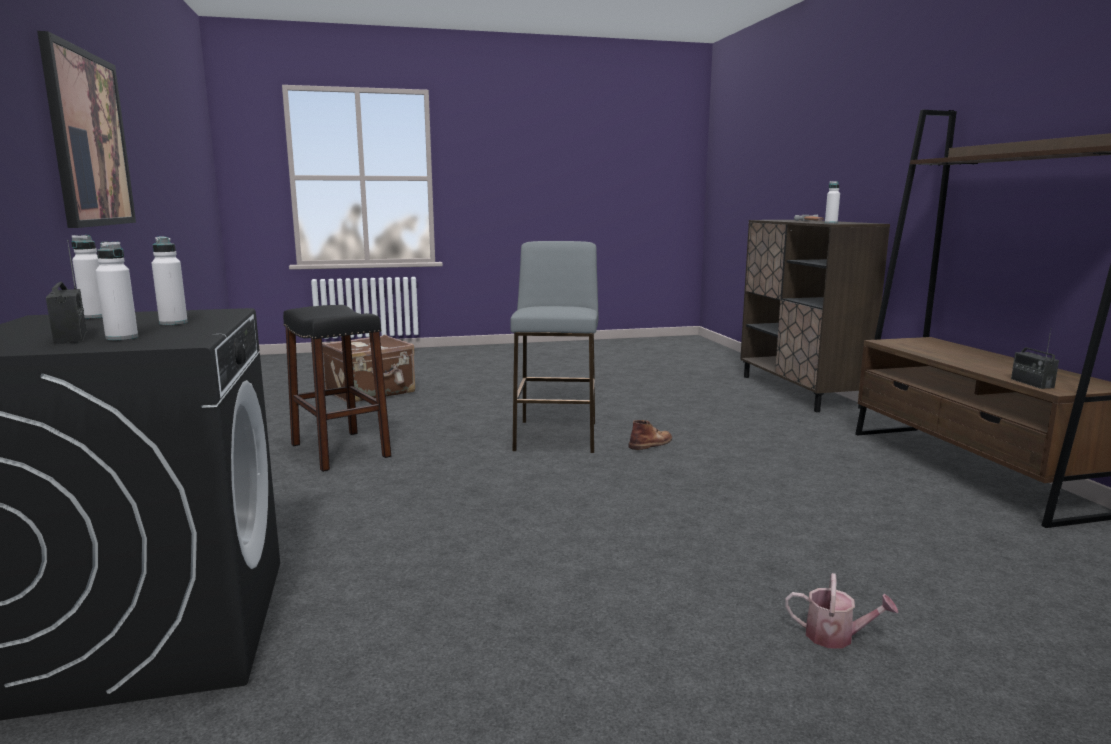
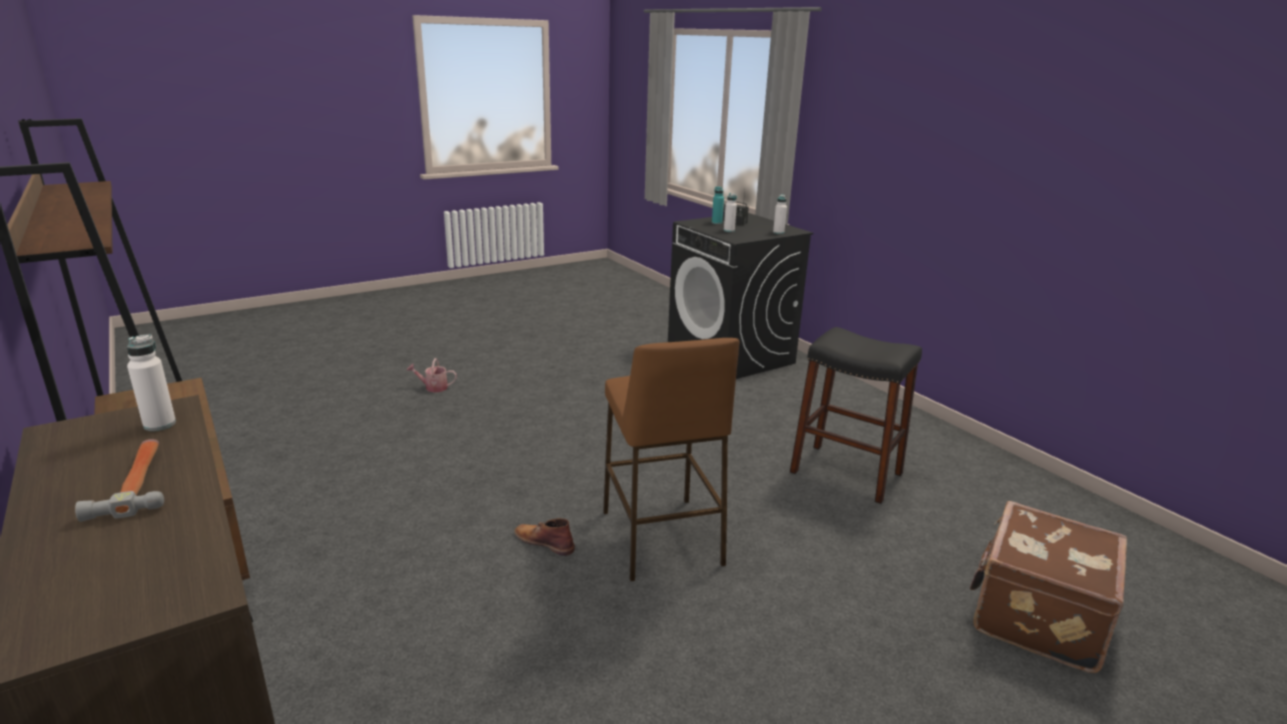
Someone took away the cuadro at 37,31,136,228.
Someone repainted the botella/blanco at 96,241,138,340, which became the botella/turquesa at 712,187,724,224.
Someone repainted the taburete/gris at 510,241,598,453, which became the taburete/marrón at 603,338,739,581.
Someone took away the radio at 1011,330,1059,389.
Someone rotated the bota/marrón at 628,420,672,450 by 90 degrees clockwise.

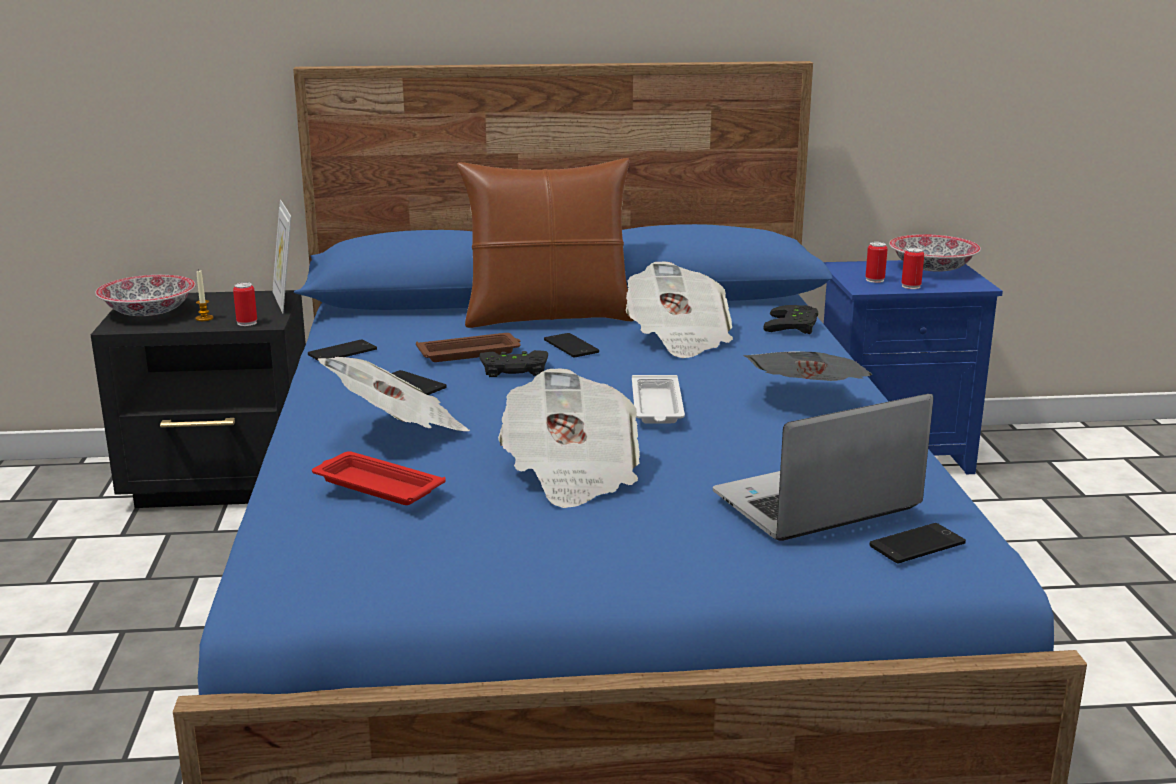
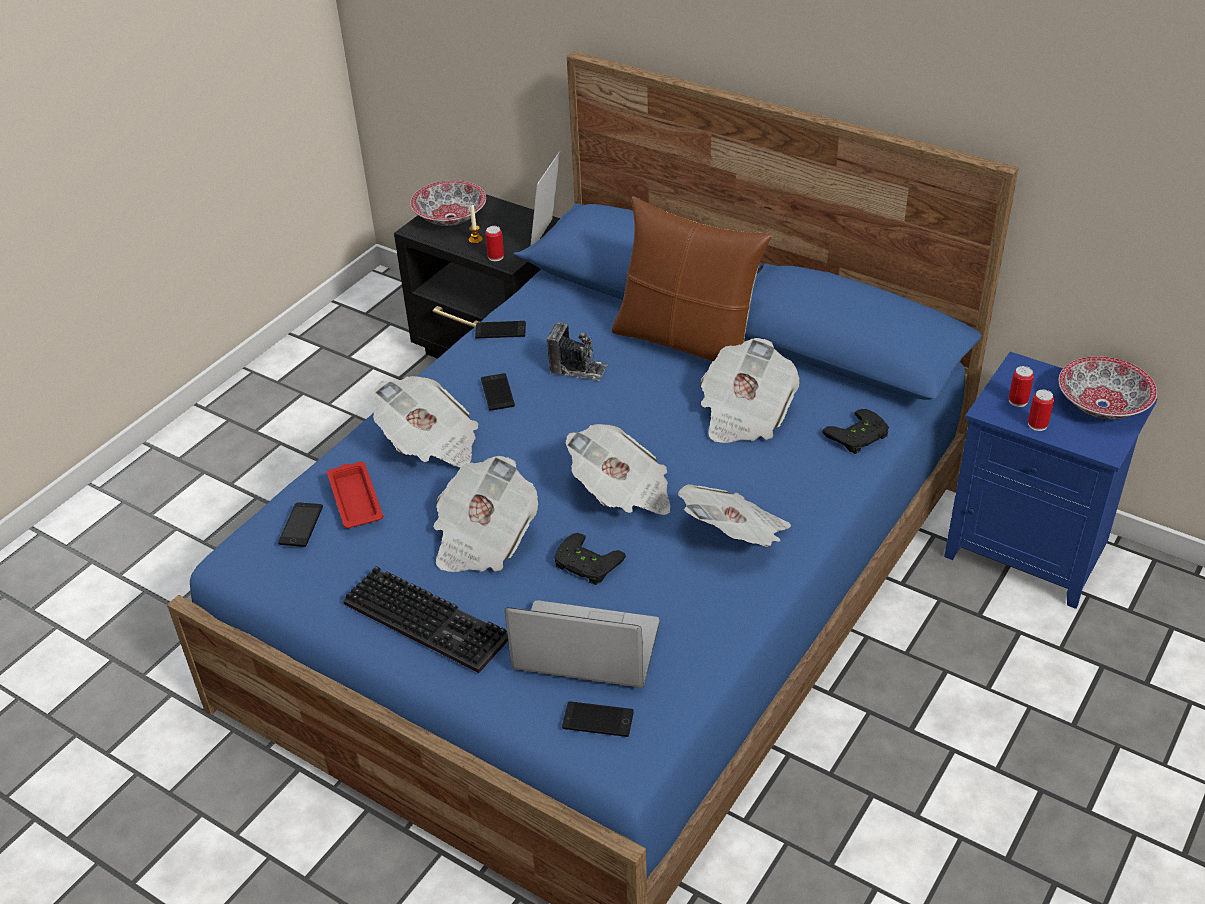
Someone swapped the bandeja/marrón at 416,333,521,362 for the cámara at 547,322,608,381.
Someone carried the móvil from 544,333,599,357 to 278,502,323,547.
Someone carried the mando de consola/negro from 479,350,548,377 to 554,533,626,585.
Someone swapped the bandeja/blanco at 632,375,685,423 for the periódico at 566,424,670,515.
Someone put down the teclado at 343,566,508,673.

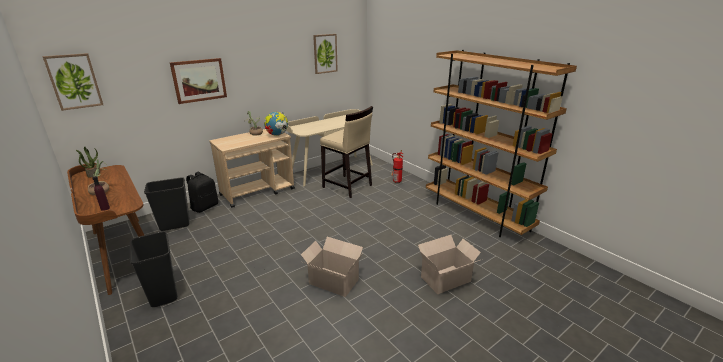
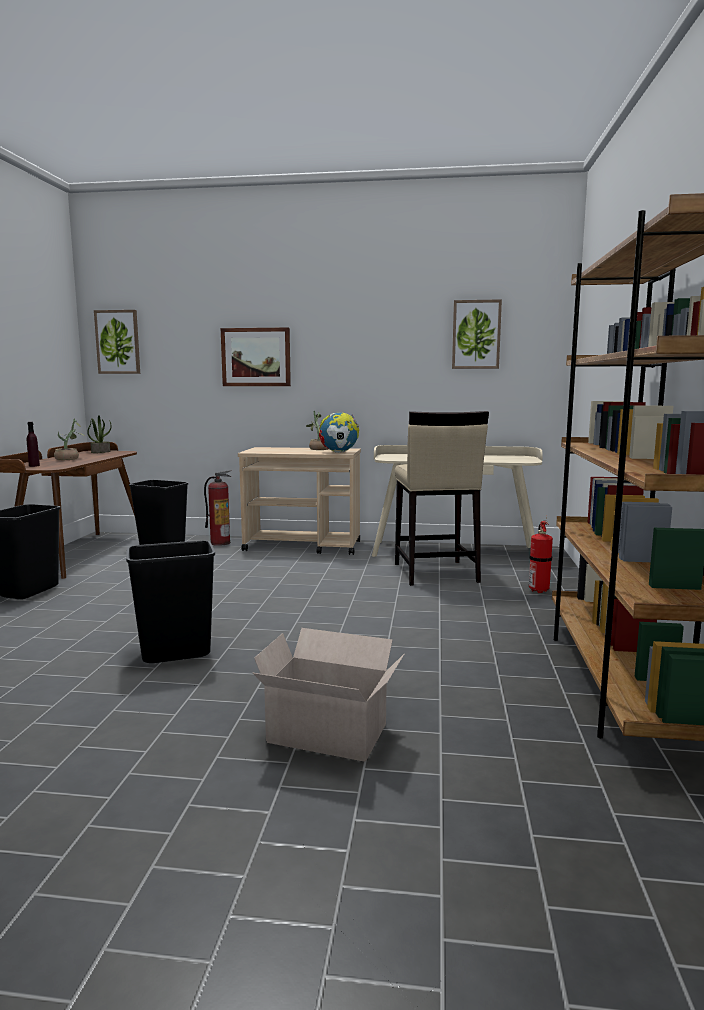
Someone swapped the mochila/negro at 186,172,218,213 for the extintor at 204,470,232,546.
Someone swapped the caja de cartón at 301,237,363,297 for the papelera/negro at 126,540,215,663.

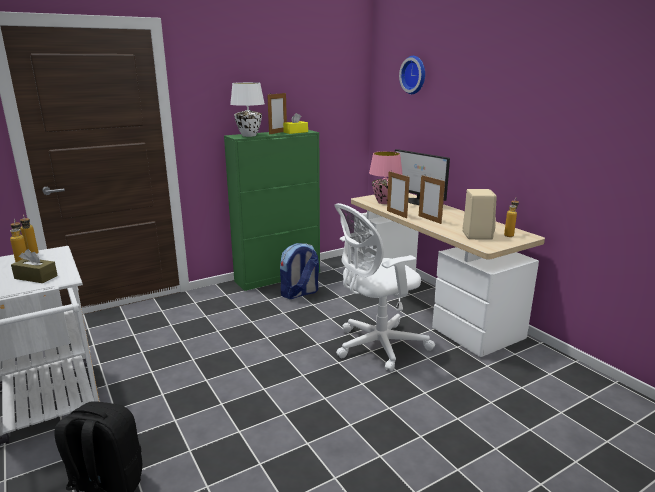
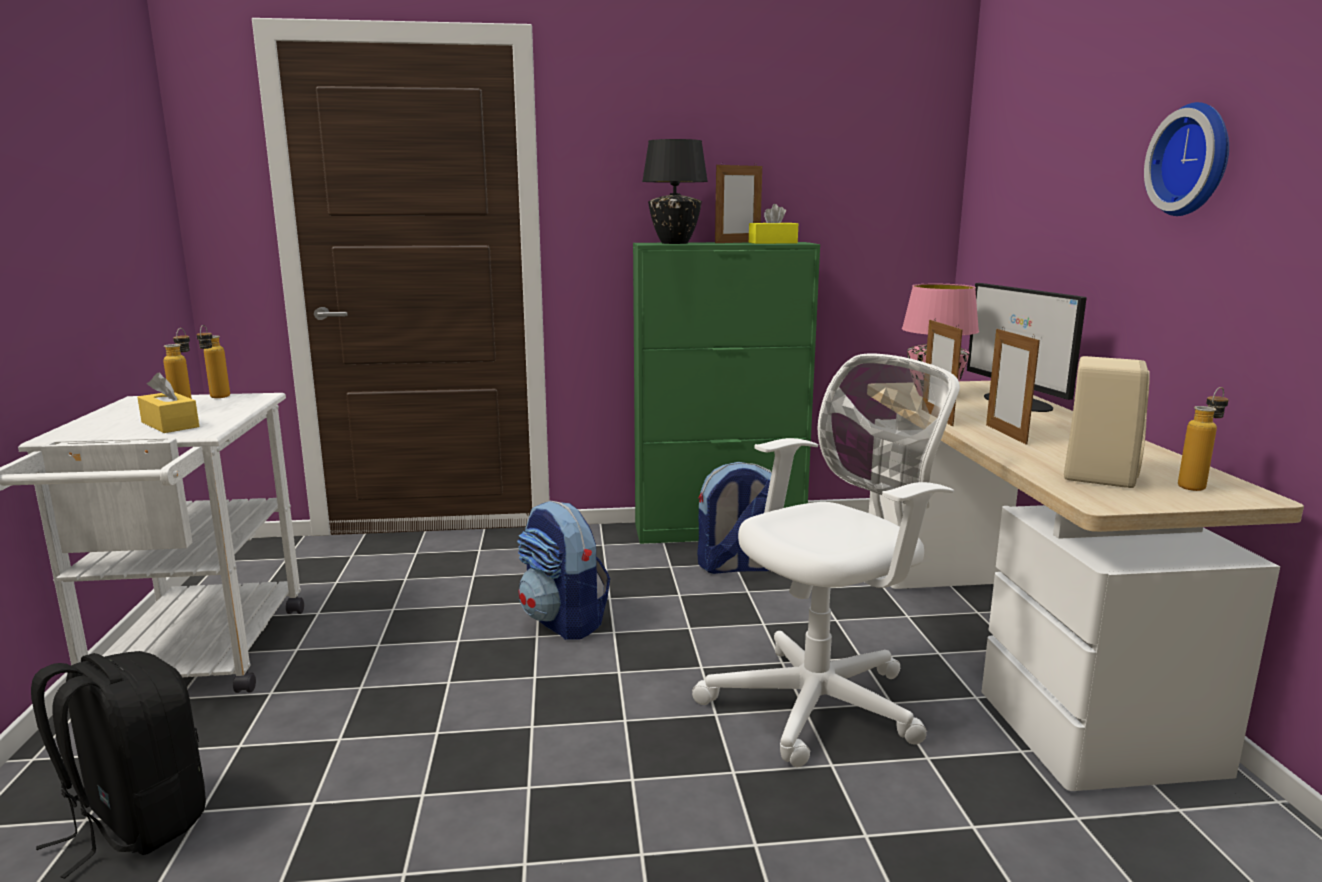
Someone carried the reloj de pared from 399,56,425,94 to 1144,102,1229,216.
Someone repainted the lámpara de mesa/blanco at 230,82,265,137, which became the lámpara de mesa/negro at 642,139,708,244.
Someone rotated the silla de oficina/blanco at 334,203,435,372 by 150 degrees clockwise.
Someone repainted the caja de pañuelos/marrón at 11,249,58,283, which became the caja de pañuelos/amarillo at 137,373,199,433.
Someone put down the mochila at 517,501,610,640.

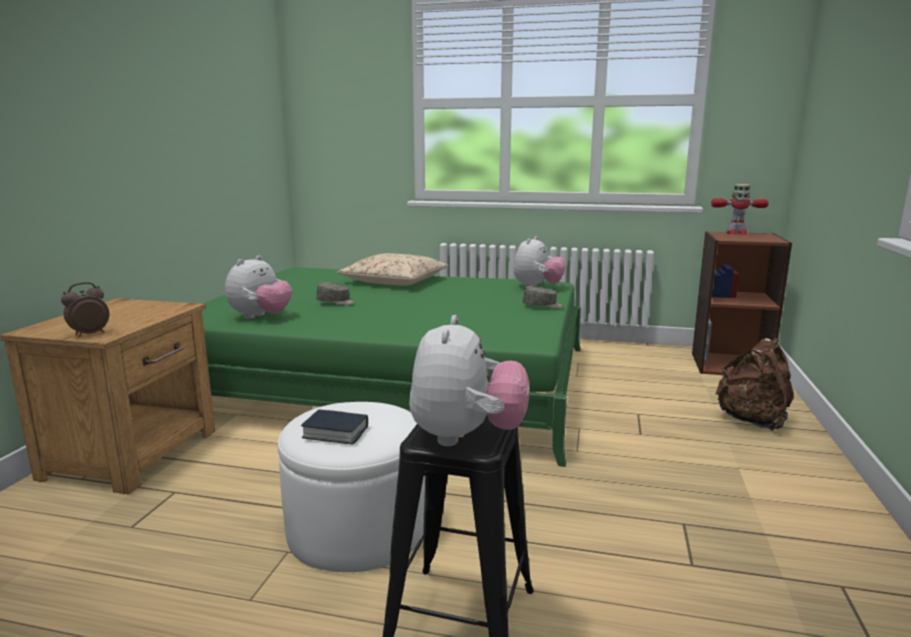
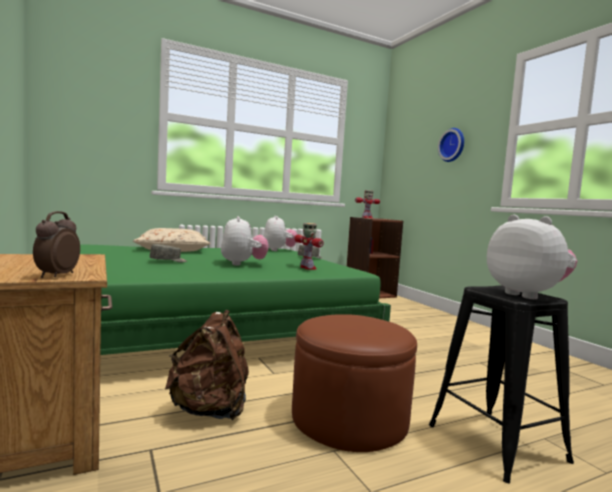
Someone carried the peluche from 225,255,293,319 to 221,216,268,266.
Someone carried the mochila/marrón from 716,338,794,431 to 165,310,249,420.
Someone repainted the puf/blanco at 278,402,425,572, which became the puf/marrón at 292,314,417,452.
Someone took away the libro at 301,409,368,445.
Someone put up the reloj de pared at 438,128,464,162.
Someone put down the robot de juguete at 294,223,324,270.

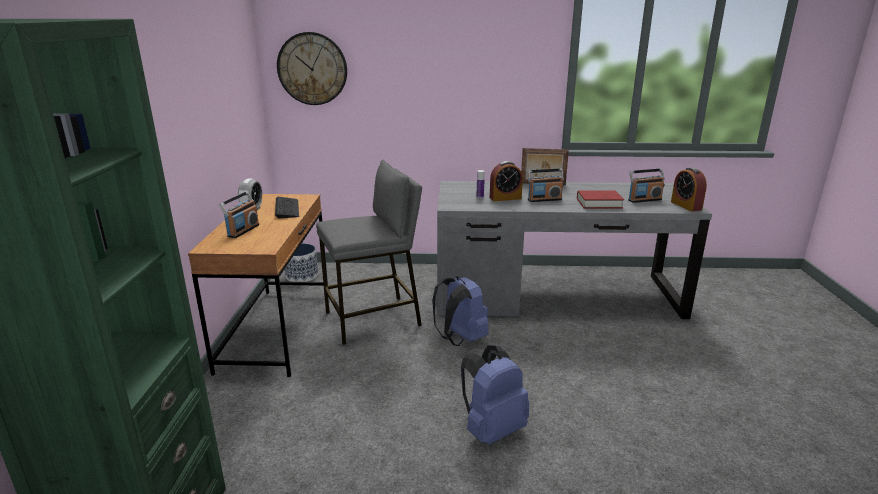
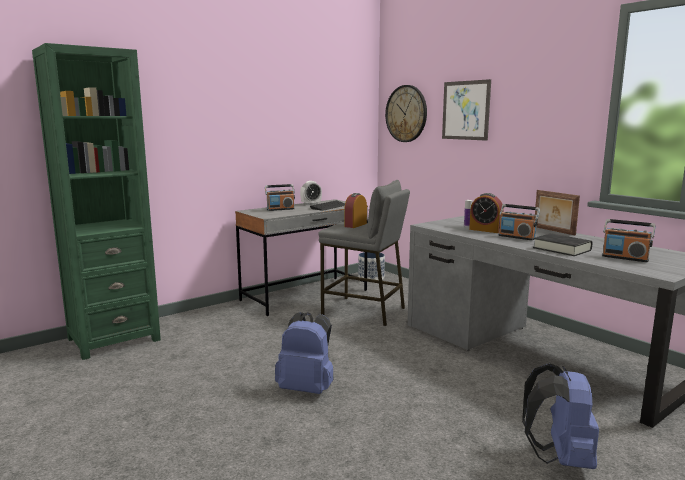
Someone carried the despertador from 671,167,707,211 to 344,193,367,228.
Someone repainted the libro/rojo at 577,191,624,209, which became the libro/negro at 533,234,593,256.
Someone repainted the escritorio/marrón at 188,194,328,377, which became the escritorio/gris at 235,199,368,316.
Someone carried the mochila/azul from 432,277,489,346 to 522,363,599,469.
Someone put up the cuadro at 442,79,491,141.

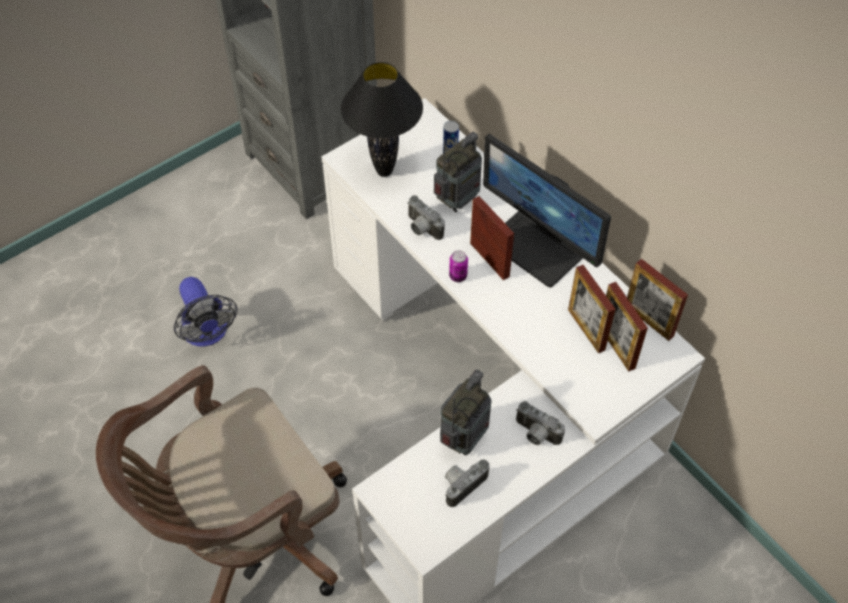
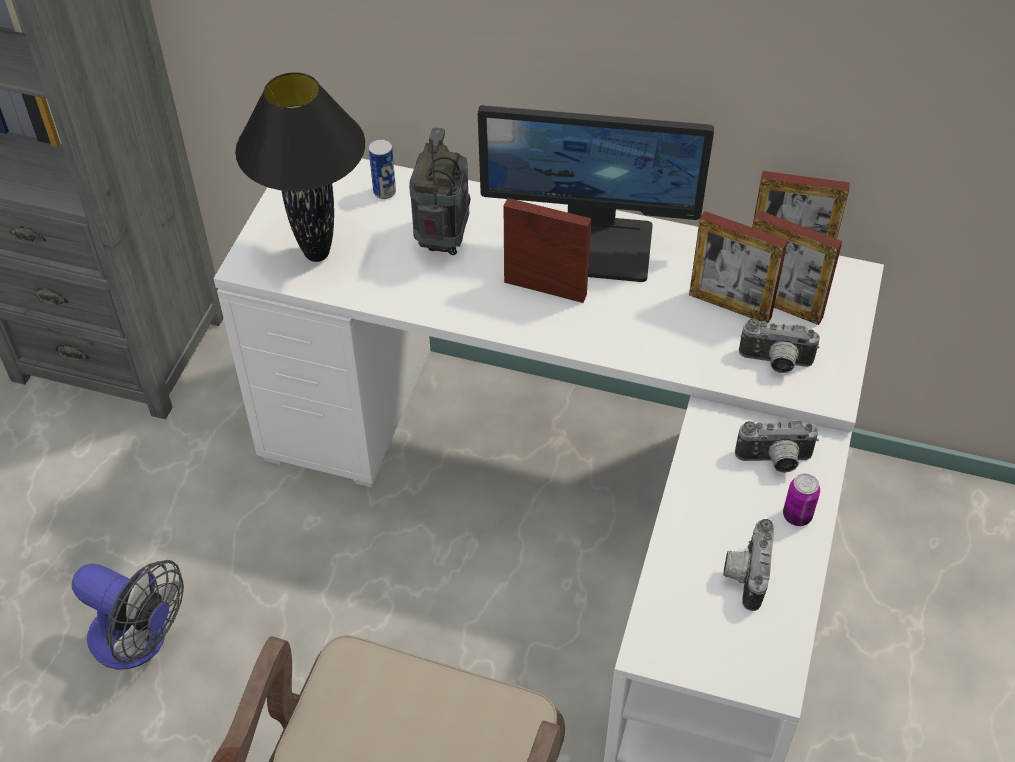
Someone carried the cámara from 407,195,445,240 to 739,318,820,373.
Someone carried the lata from 449,250,468,282 to 783,473,820,526.
Someone took away the radio at 440,370,492,455.

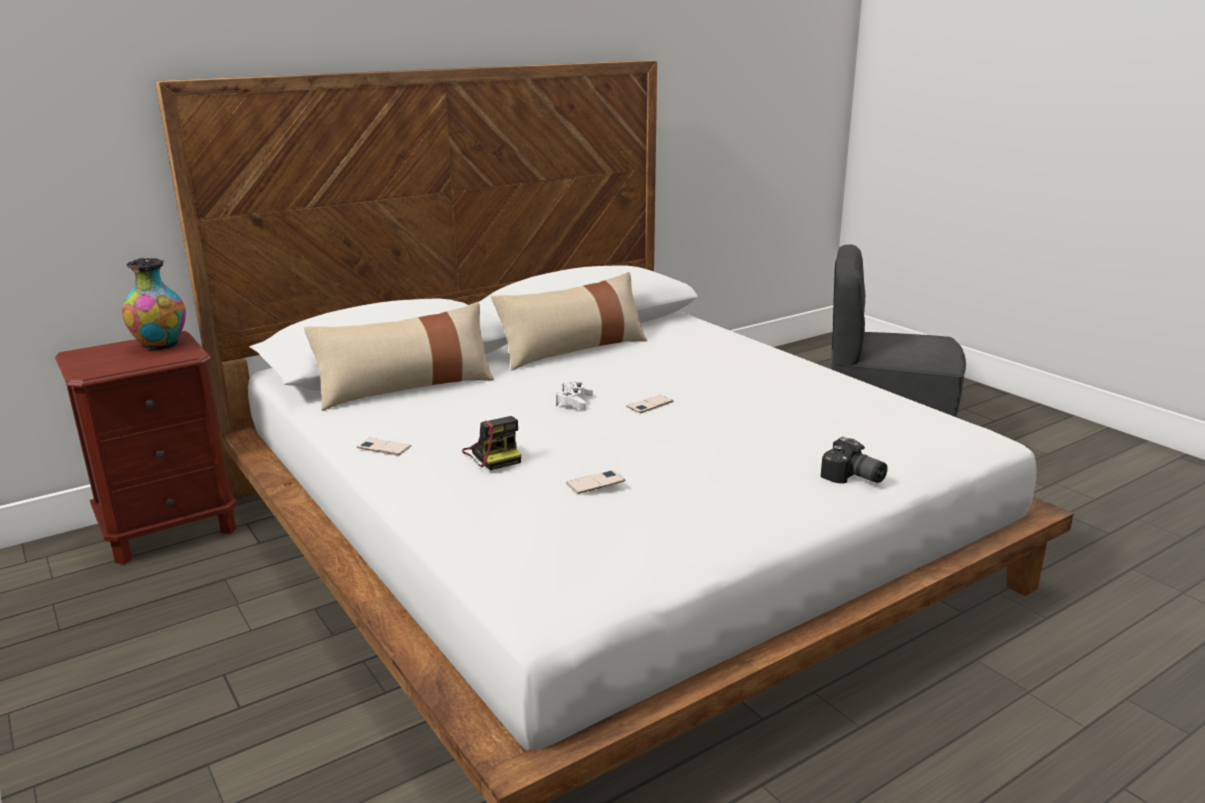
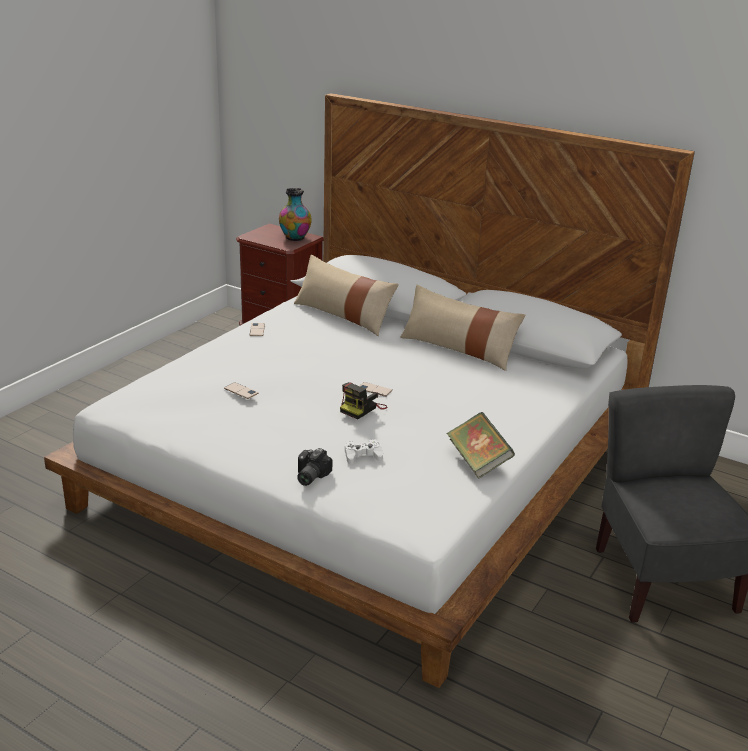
Someone carried the mando de consola/blanco from 556,381,593,410 to 345,439,383,464.
Someone carried the cámara from 462,416,521,470 to 340,382,387,419.
Someone put down the libro at 447,412,515,479.

